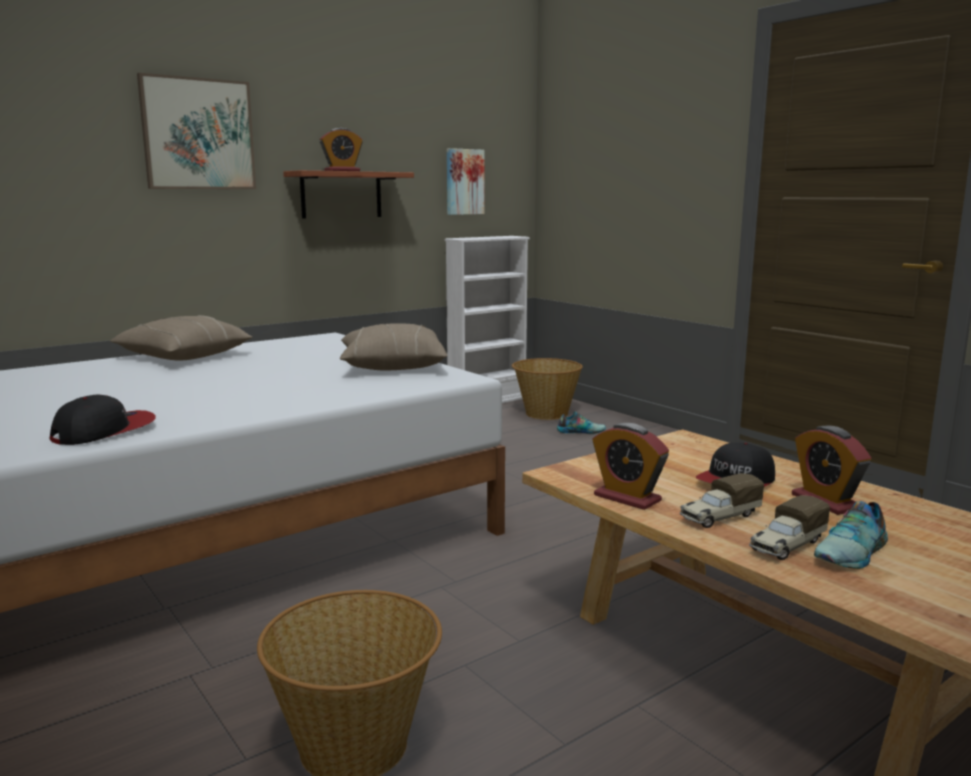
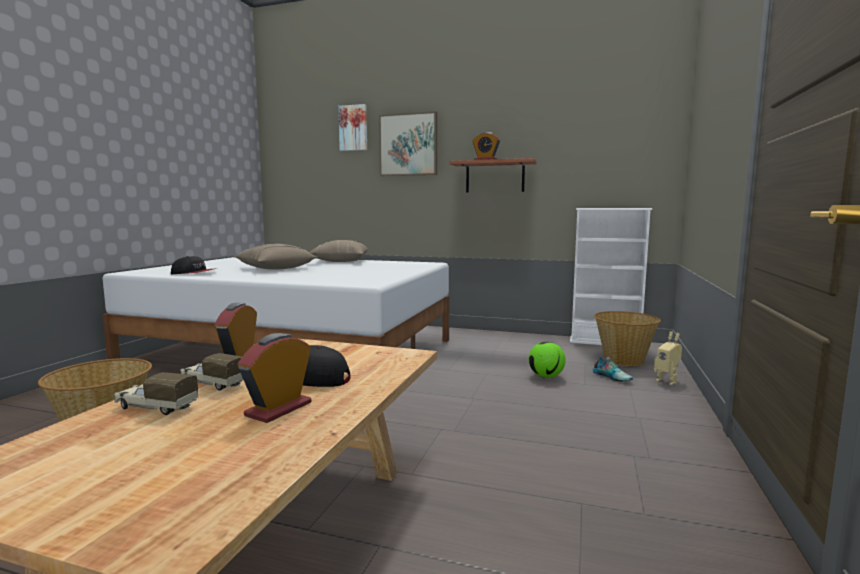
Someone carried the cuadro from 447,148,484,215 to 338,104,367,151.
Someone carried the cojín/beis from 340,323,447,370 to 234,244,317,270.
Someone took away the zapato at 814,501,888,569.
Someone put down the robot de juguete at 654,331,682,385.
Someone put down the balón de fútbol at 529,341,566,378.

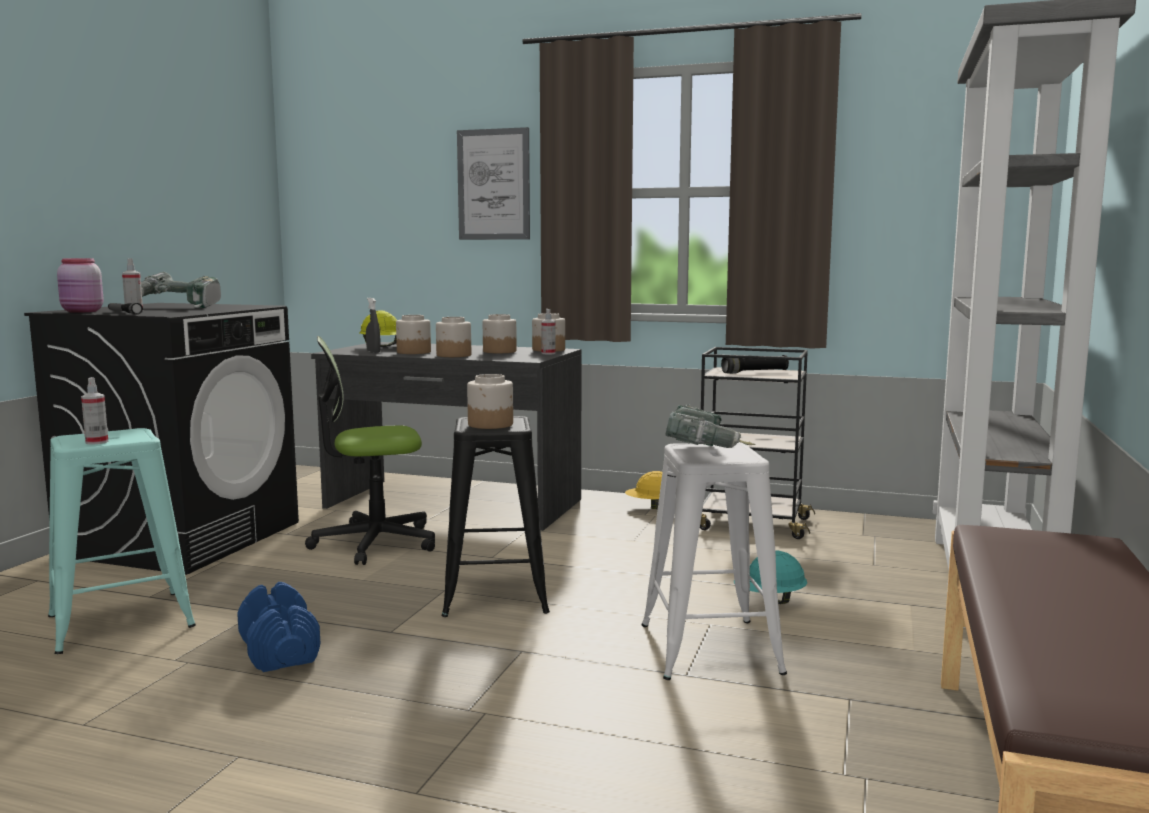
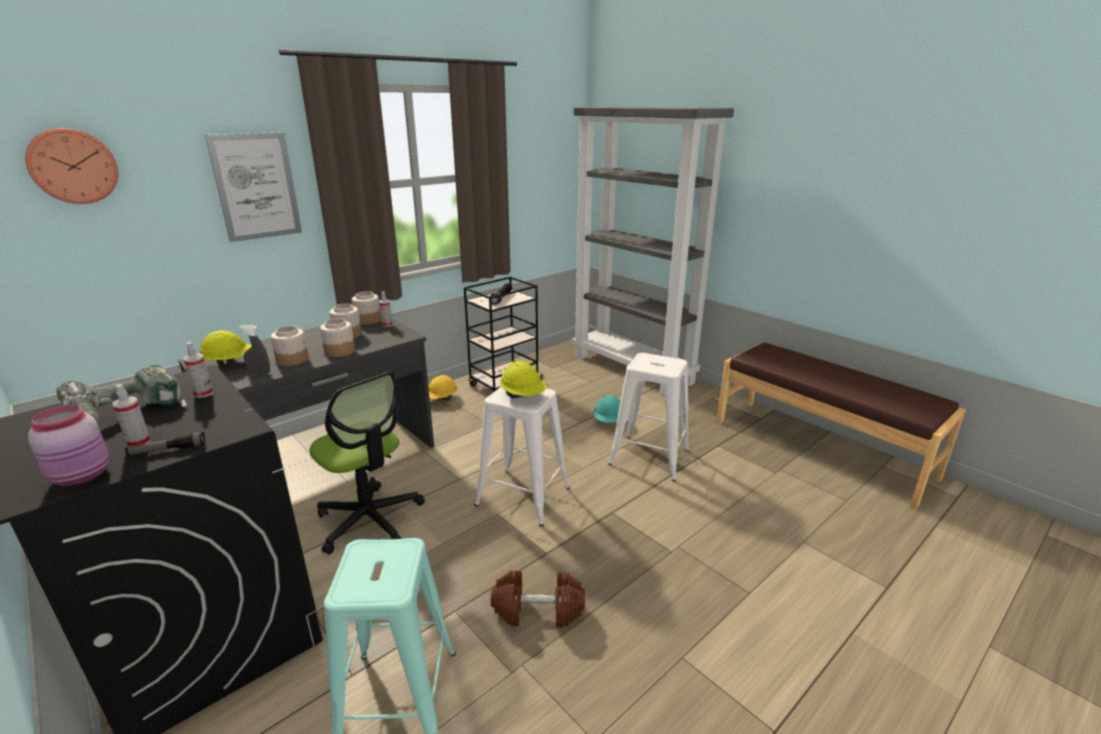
Someone rotated the silla de oficina at 305,336,435,565 by 60 degrees counterclockwise.
Someone swapped the tarro at 467,374,513,429 for the casco/amarillo at 500,361,546,398.
Someone carried the pulverizador from 81,377,108,445 to 183,342,213,398.
Someone took away the taladro at 665,404,755,448.
Someone repainted the taburete/negro at 441,416,550,617, which became the taburete/blanco at 475,386,570,526.
Someone repainted the mancuerna/azul at 237,582,321,672, which became the mancuerna/marrón at 491,571,585,627.
Someone put up the reloj de pared at 25,128,118,204.

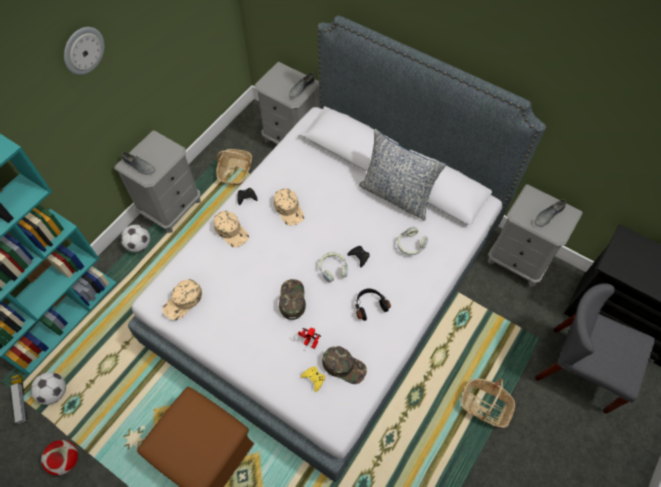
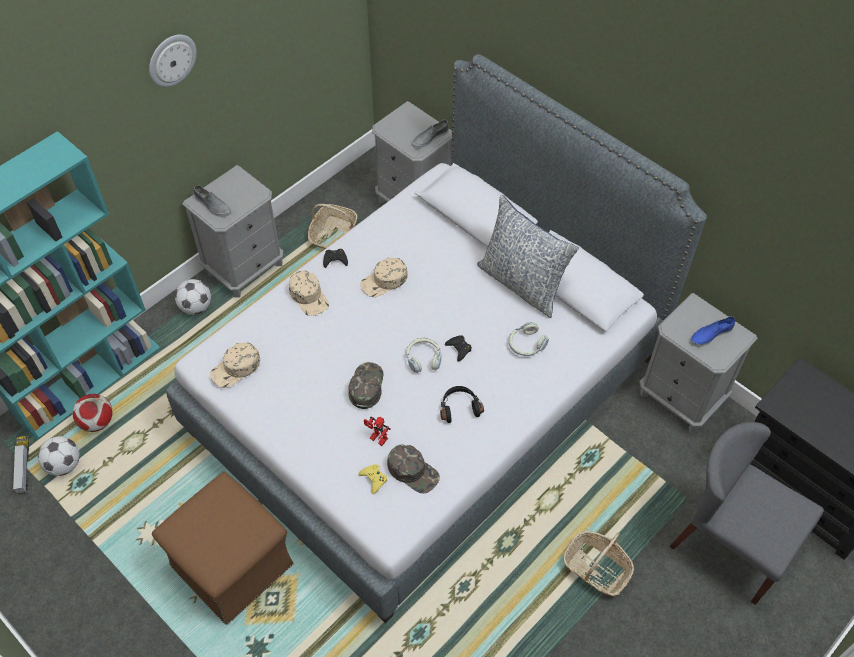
Someone rotated the gorra/beis at 274,188,304,226 by 75 degrees clockwise.
Someone repainted the zapato/gris at 534,199,566,227, which became the zapato/azul at 690,316,735,347.
Someone carried the balón de fútbol from 41,440,78,476 to 73,394,112,432.

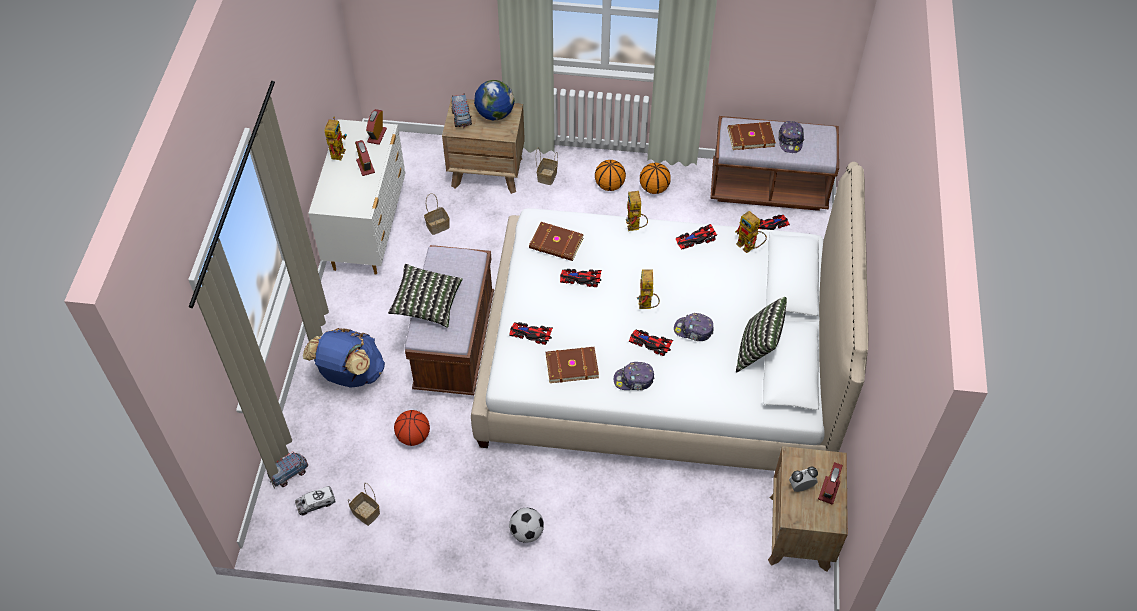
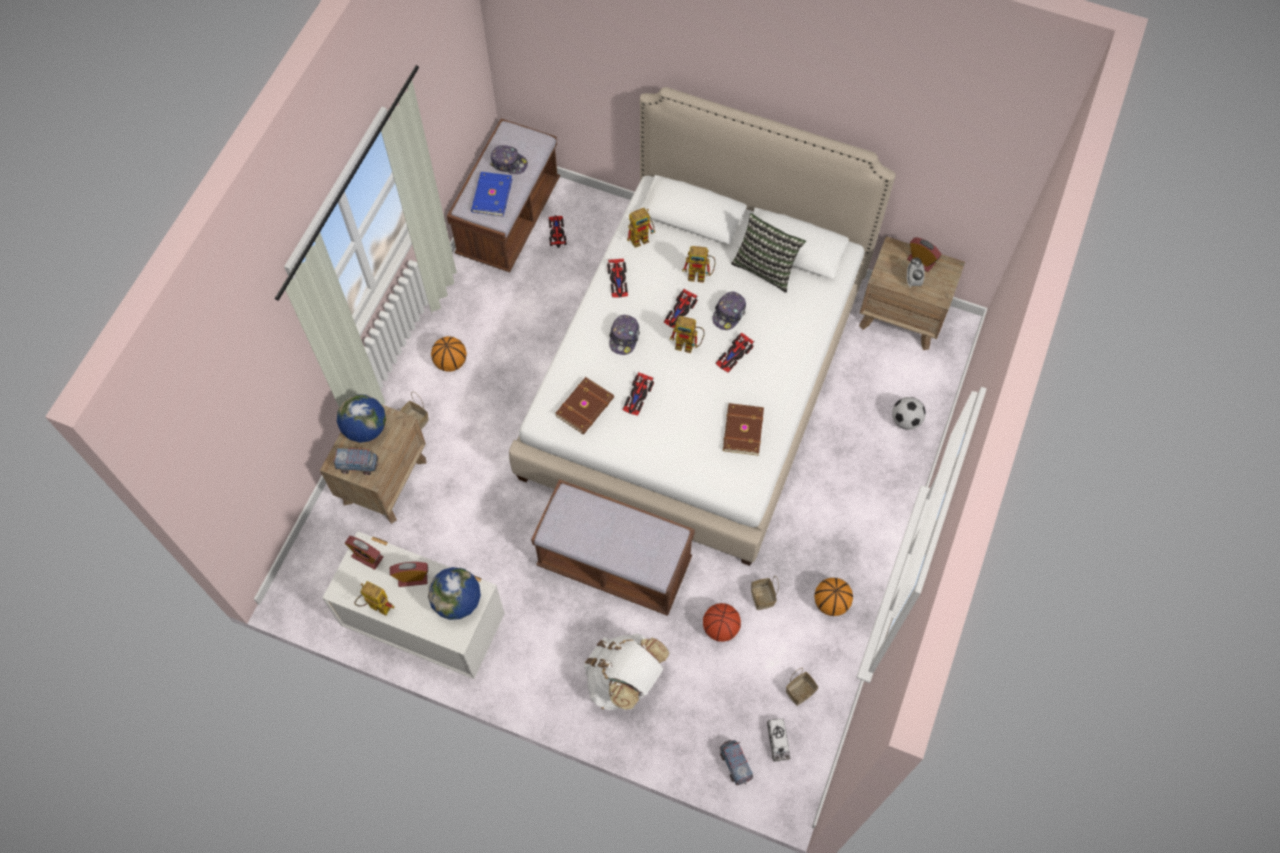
Someone repainted the libro/marrón at 728,122,776,150, which became the libro/azul at 471,172,512,217.
Someone carried the balón de baloncesto from 640,163,671,194 to 814,578,853,616.
Someone carried the robot de juguete from 626,191,648,231 to 682,246,716,283.
Someone carried the cesta from 424,193,450,235 to 751,576,779,610.
Someone took away the cojín at 388,264,463,328.
Someone carried the coche de juguete from 509,322,553,345 to 664,289,698,328.
Someone repainted the mochila/azul at 303,328,385,388, which became the mochila/blanco at 584,633,670,710.
Someone carried the gorra from 614,362,655,390 to 609,315,640,355.
Someone carried the balón de fútbol from 509,508,544,543 to 892,397,926,430.
Someone put down the globo terráqueo at 428,567,481,620.

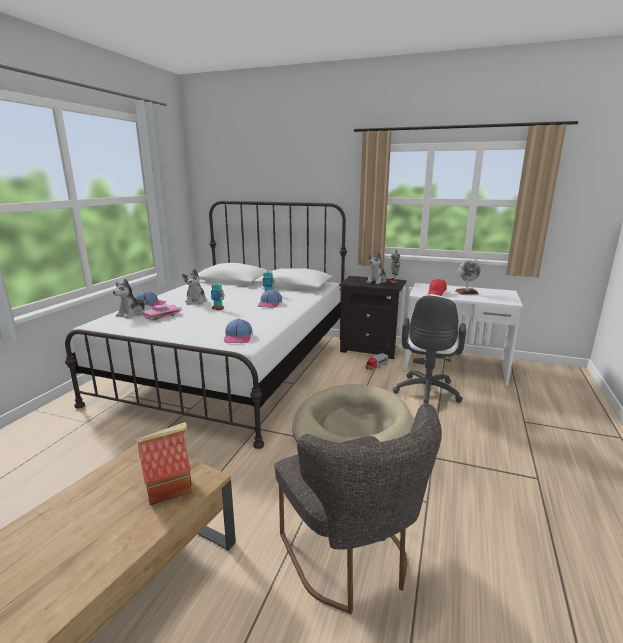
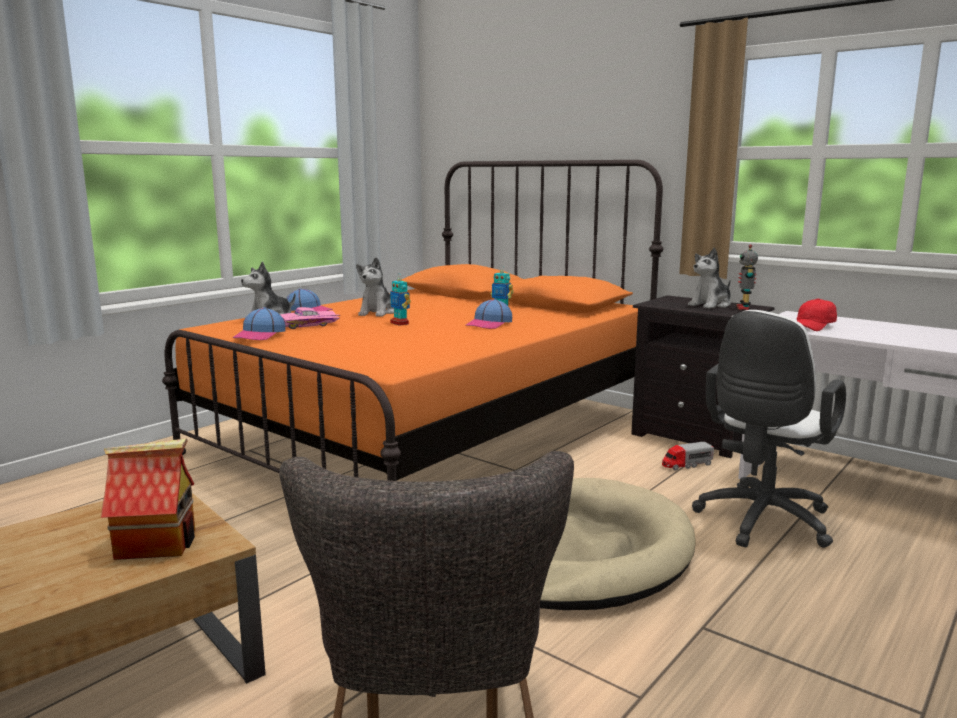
Someone repainted the cama/blanco at 65,201,347,449, which became the cama/naranja at 162,160,663,481.
Someone took away the globo terráqueo at 455,259,482,295.
Someone carried the gorra from 224,319,253,343 to 232,307,285,340.

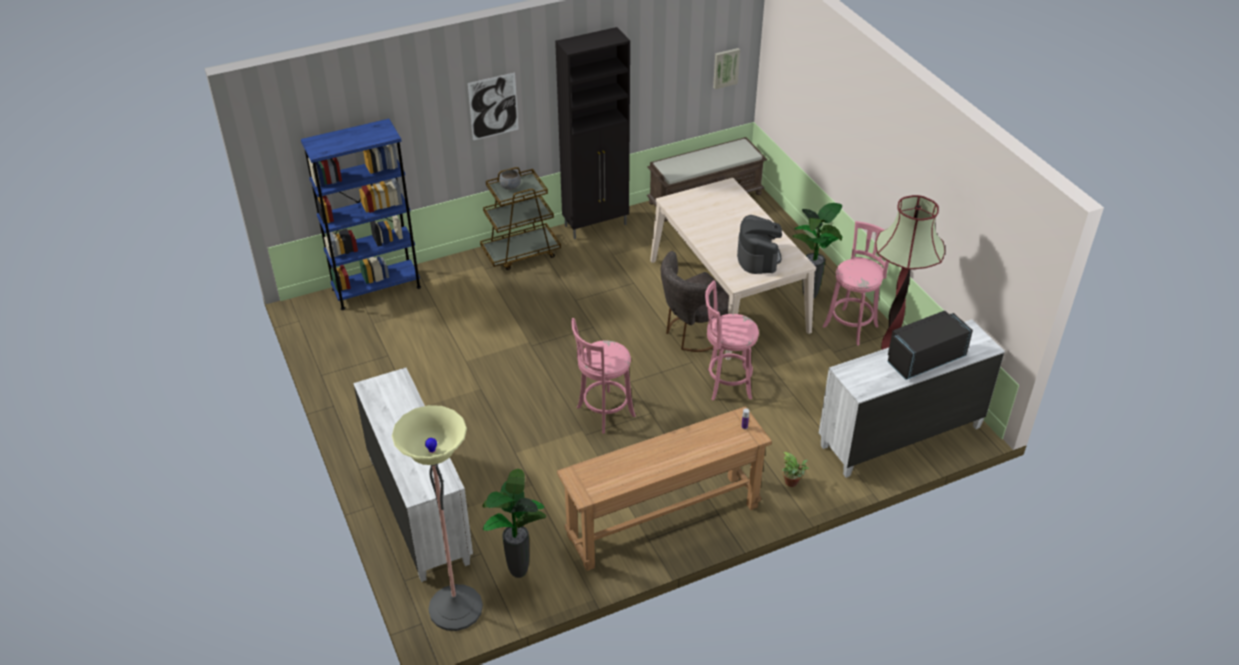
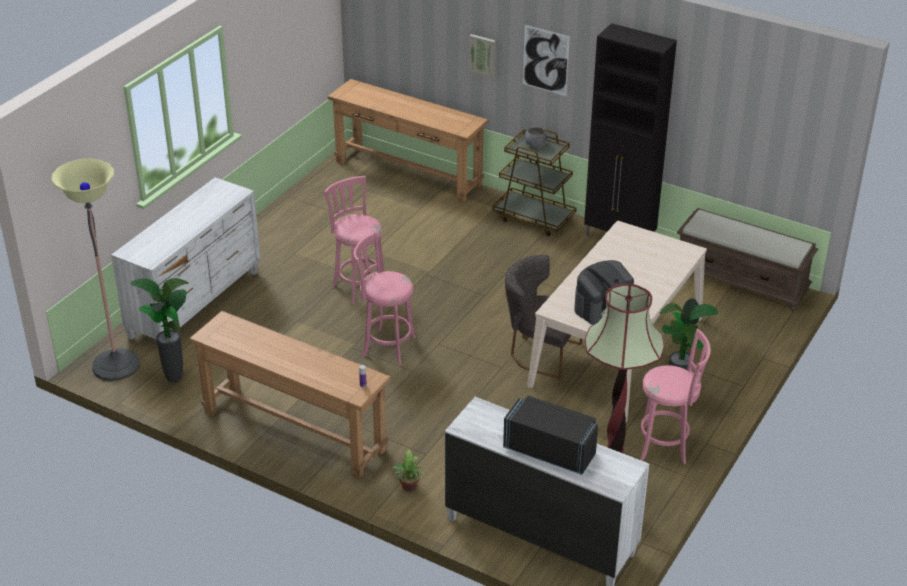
Someone carried the cuadro from 713,48,740,89 to 469,34,496,79.
Someone swapped the estantería/azul at 301,119,421,310 for the mesa consola/marrón at 328,79,488,203.
Someone carried the taburete/rosa from 705,280,759,401 to 324,176,385,304.

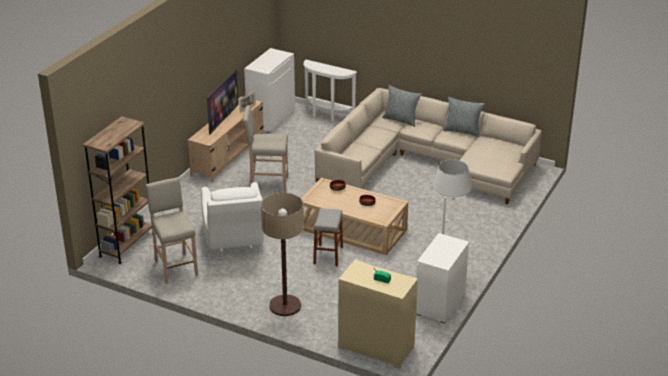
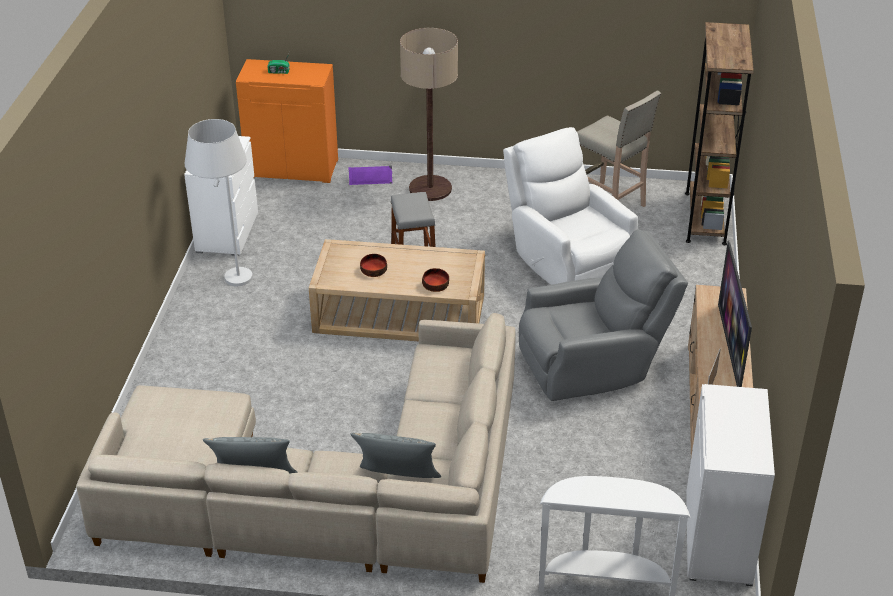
Someone swapped the taburete/beis at 243,105,288,193 for the sillón/gris at 519,230,688,401.
Someone repainted the armario/beis at 338,259,418,369, which became the armario/naranja at 236,59,338,183.
Someone put down the altavoz/morado at 348,166,392,185.

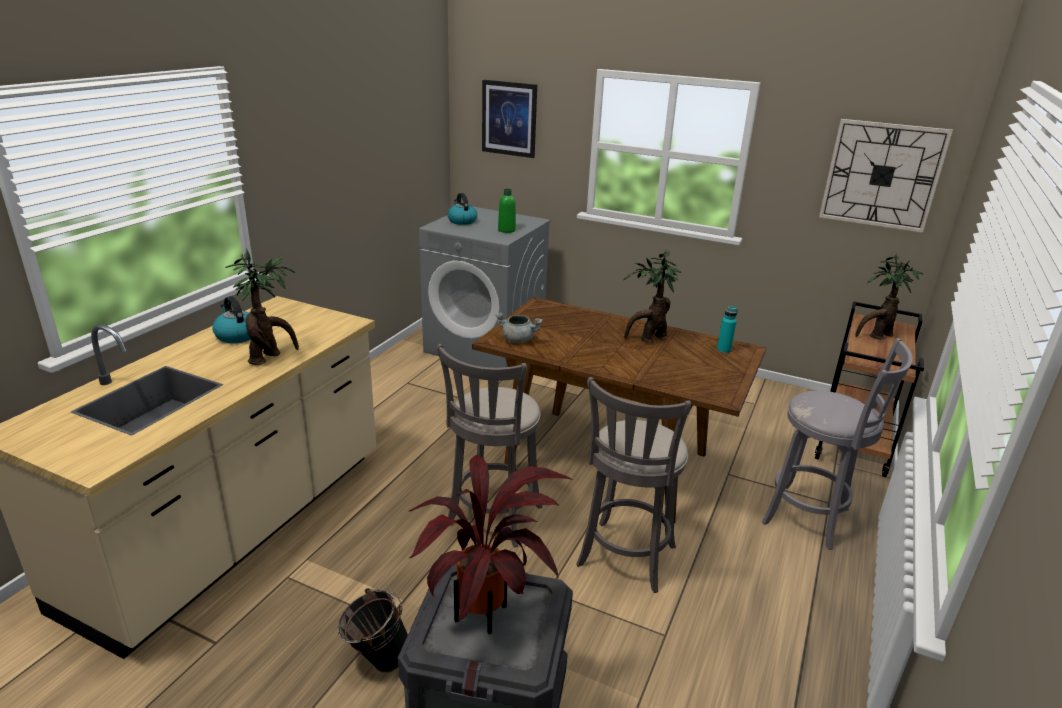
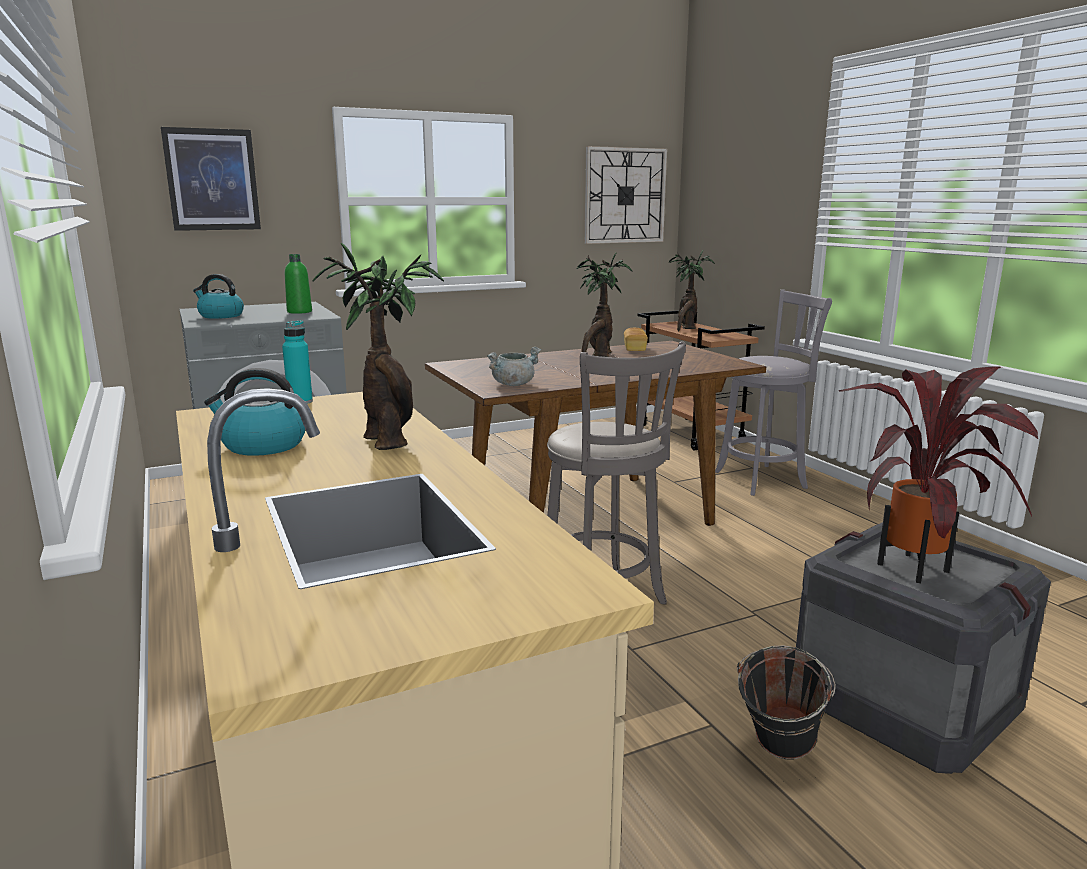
Someone carried the botella/turquesa from 717,307,738,353 to 282,320,313,404.
Someone took away the taburete/gris at 576,377,691,593.
Someone put down the pan at 624,328,648,351.

